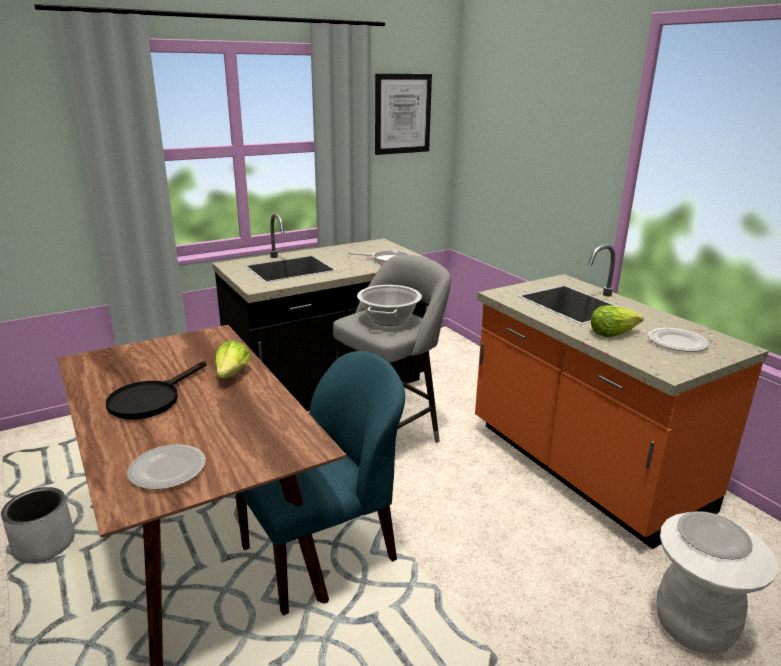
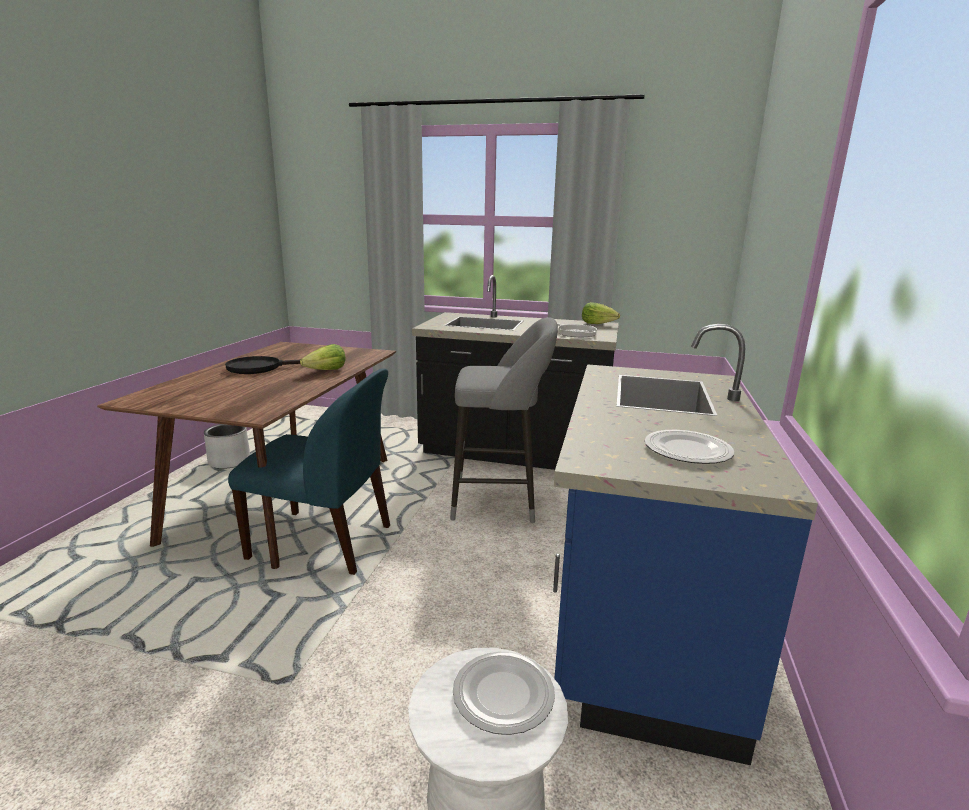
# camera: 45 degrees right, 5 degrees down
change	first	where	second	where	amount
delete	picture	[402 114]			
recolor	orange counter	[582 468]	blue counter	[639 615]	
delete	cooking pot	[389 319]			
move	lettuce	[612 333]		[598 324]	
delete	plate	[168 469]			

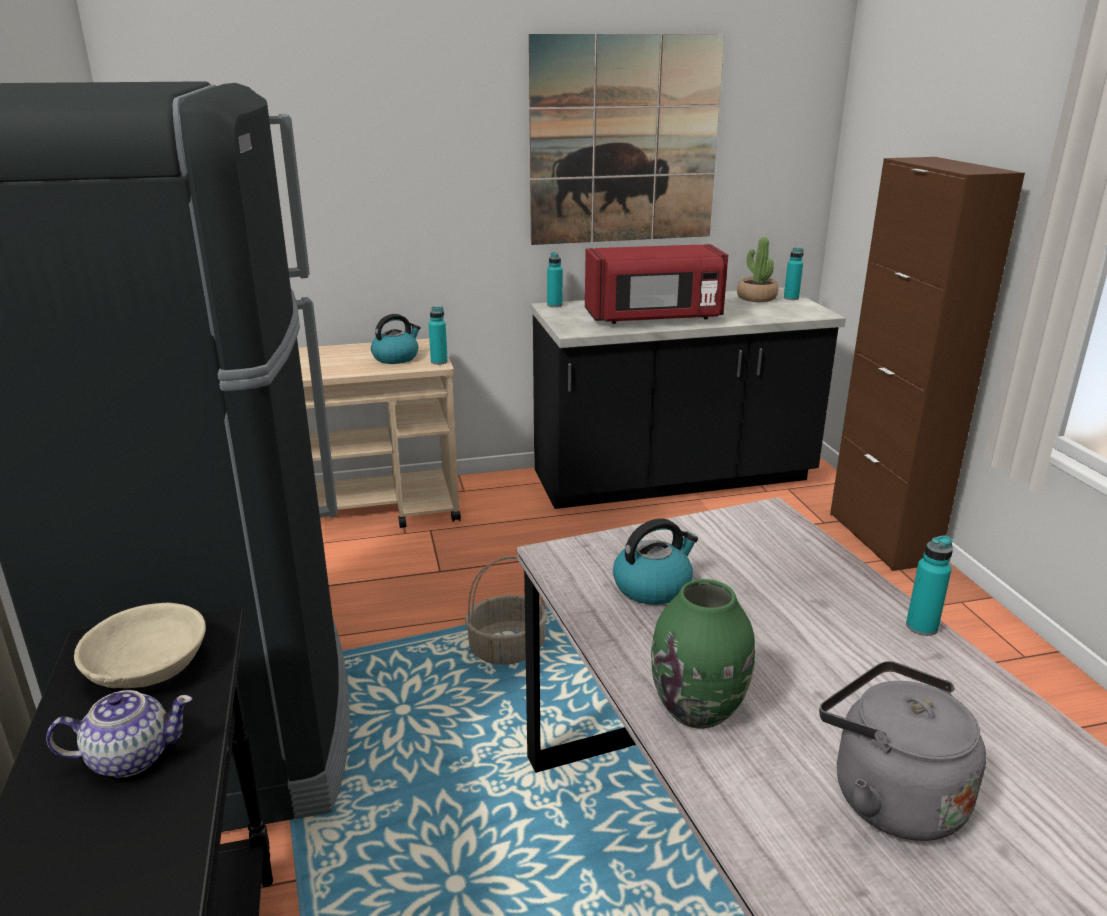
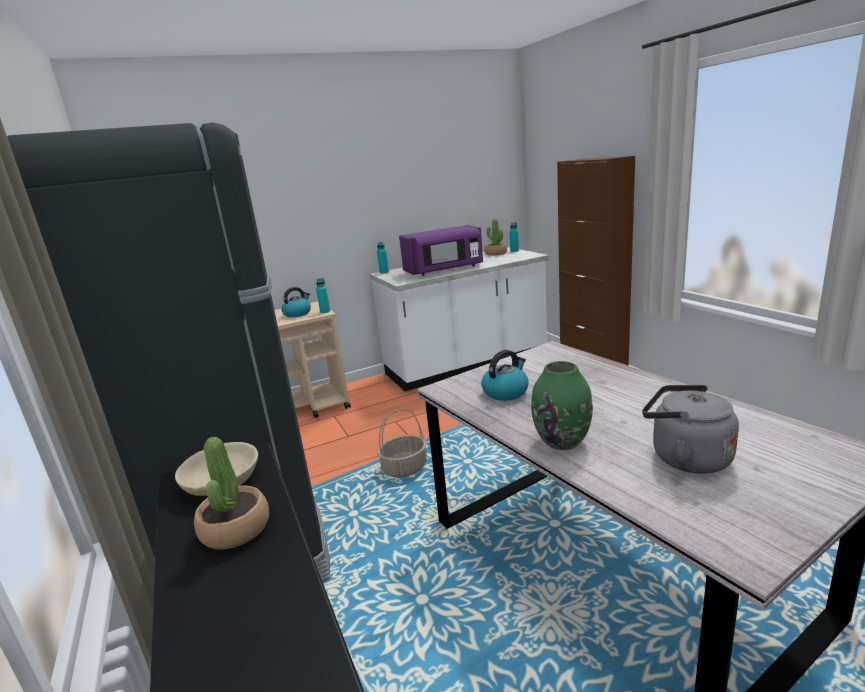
# camera: 10 degrees left, 5 degrees down
change	first	where	second	where	amount
delete	picture	[624 141]			
recolor	red microwave	[654 318]	purple microwave	[444 269]	
recolor	black counter	[673 479]	white counter	[467 364]	
delete	turquoise bottle	[921 627]			
replace	teapot	[130 757]	potted plant	[235 529]	

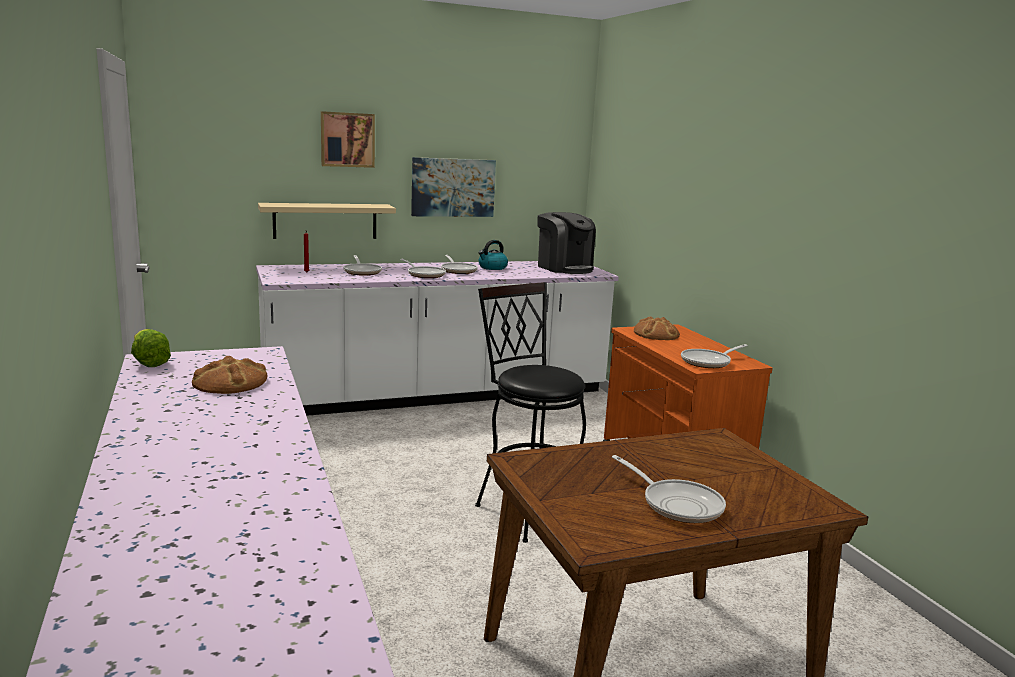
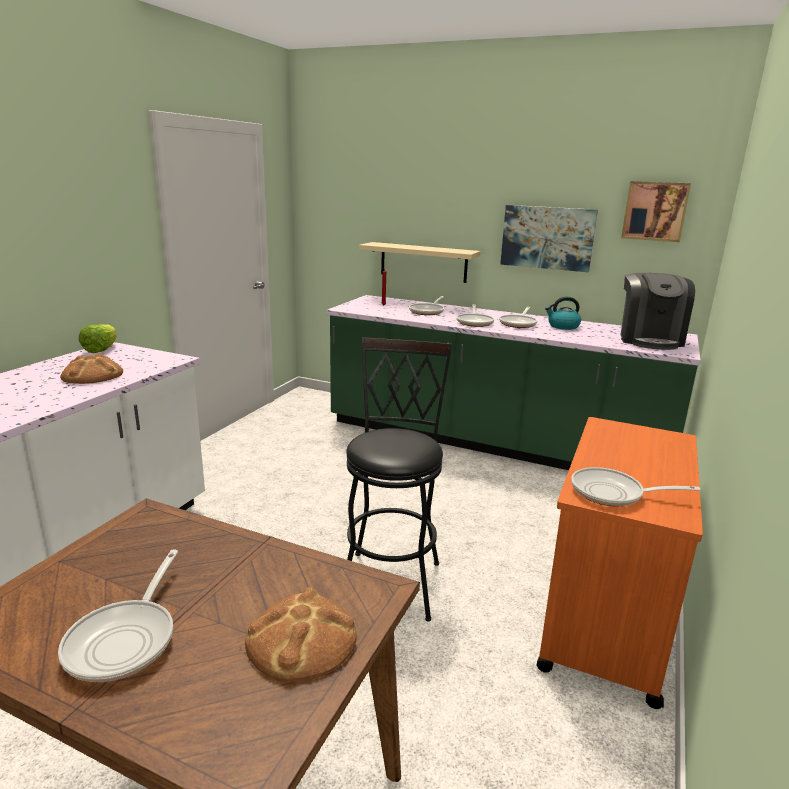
# camera: 45 degrees right, 5 degrees up
change	first	where	second	where	amount
move	picture	[347 139]		[655 211]	
recolor	white counter	[438 395]	green counter	[492 442]	
move	bread	[656 334]		[301 640]	

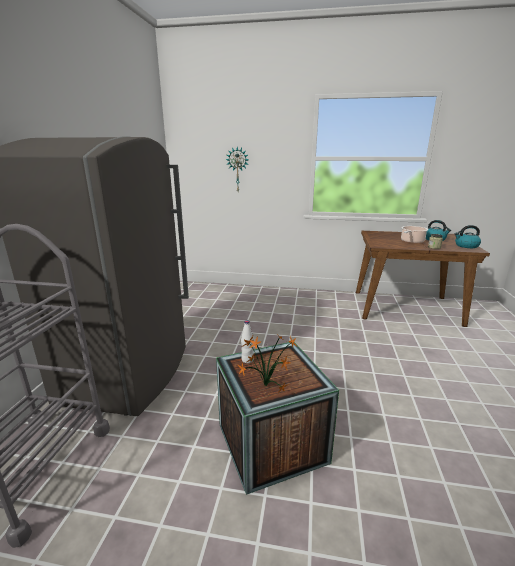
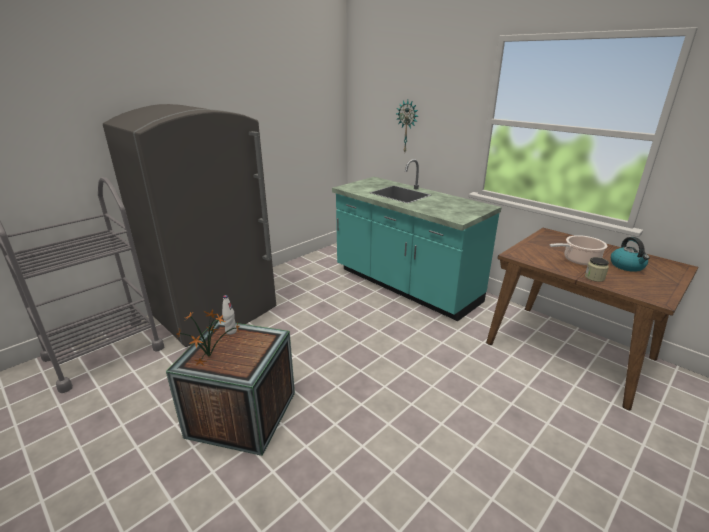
# camera: 35 degrees right, 5 degrees up
change	first	where	second	where	amount
delete	kettle	[466 246]			
insert			turquoise counter	[405 286]	

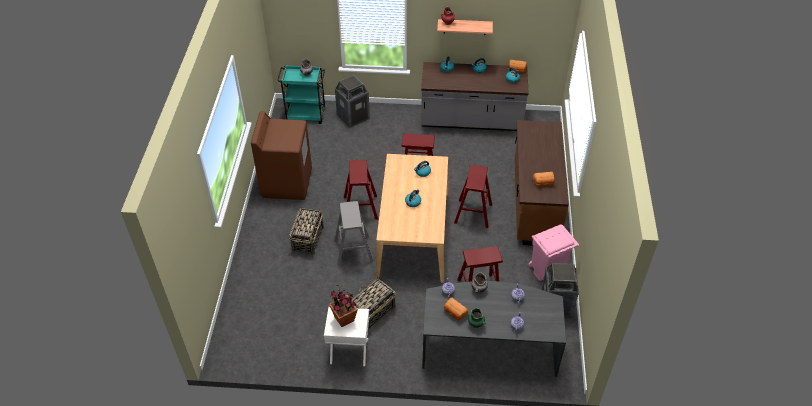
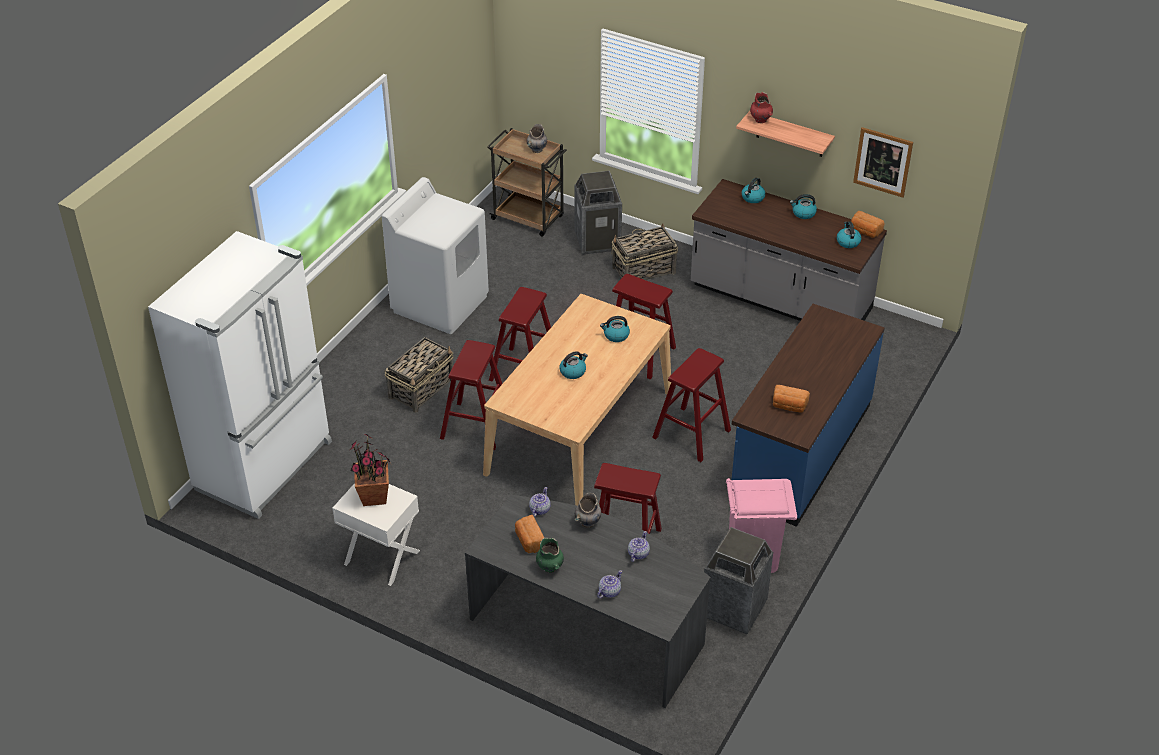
# camera: 25 degrees right, 5 degrees down
change	first	where	second	where	amount
recolor	turquoise cart	[306 115]	brown cart	[529 218]	
recolor	brown washing machine	[287 183]	white washing machine	[440 303]	
recolor	brown counter	[534 203]	blue counter	[800 451]	
recolor	grey stool	[353 250]	red stool	[476 425]	
move	basket	[372 312]		[643 270]	
insert			picture	[883 162]	
insert			white fridge	[266 466]	

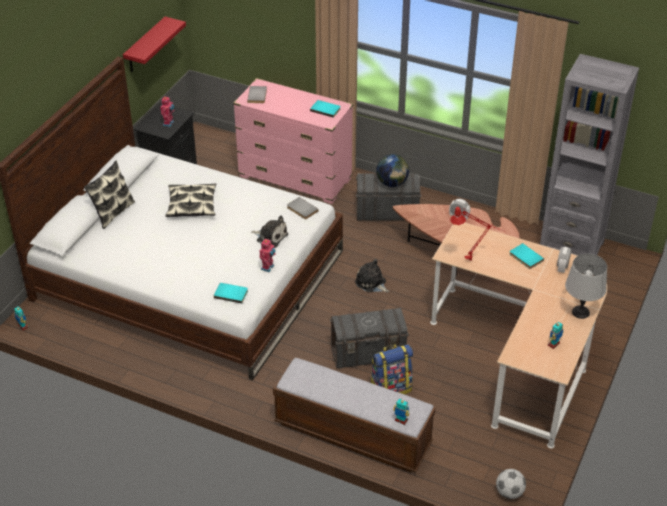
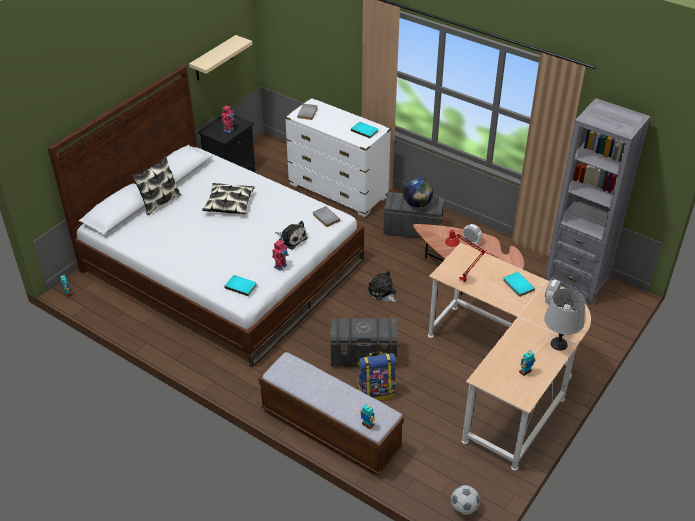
# camera: 10 degrees right, 0 degrees up
change	first	where	second	where	amount
recolor	red shelf	[145 46]	beige shelf	[213 59]	
recolor	pink dresser	[295 178]	white dresser	[338 191]	

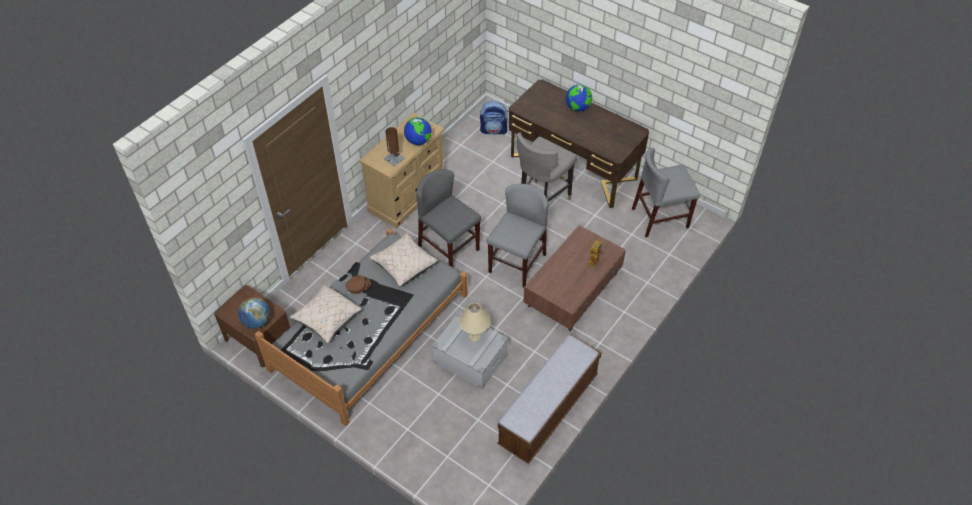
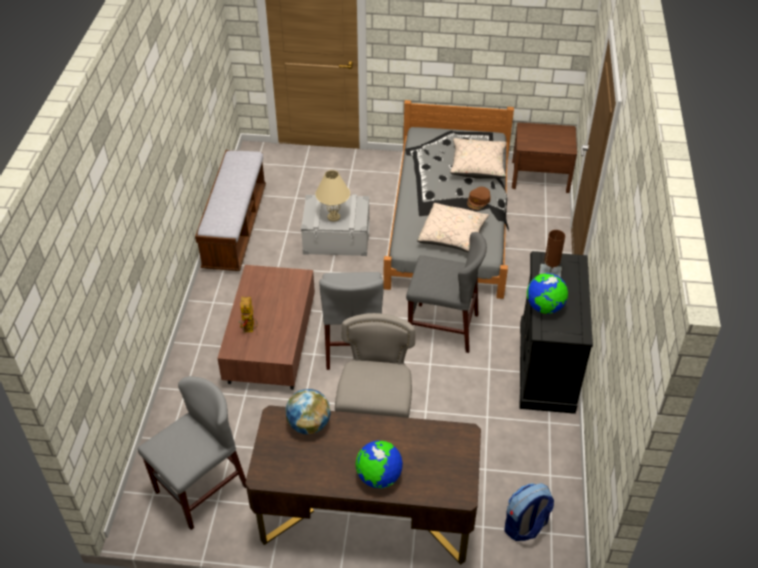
# camera: 150 degrees right, 5 degrees down
change	first	where	second	where	amount
recolor	beige dresser	[407 196]	black dresser	[546 366]	
move	globe	[257 322]		[309 424]	

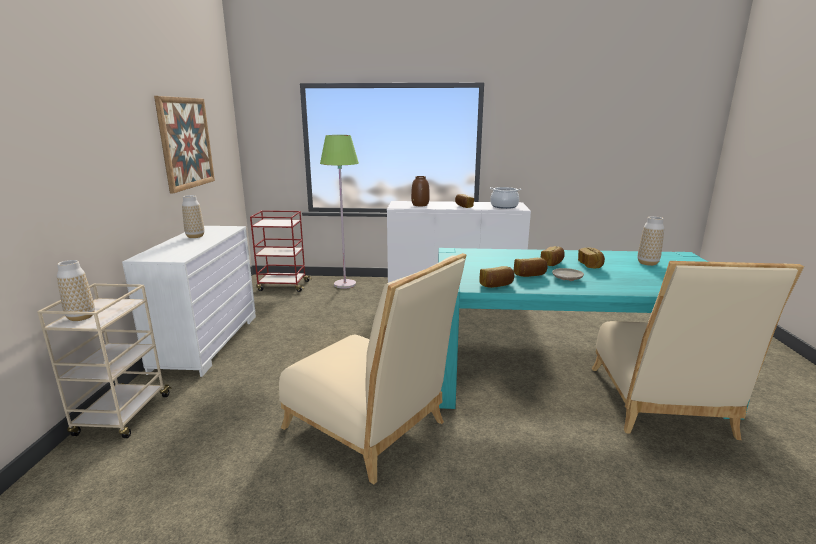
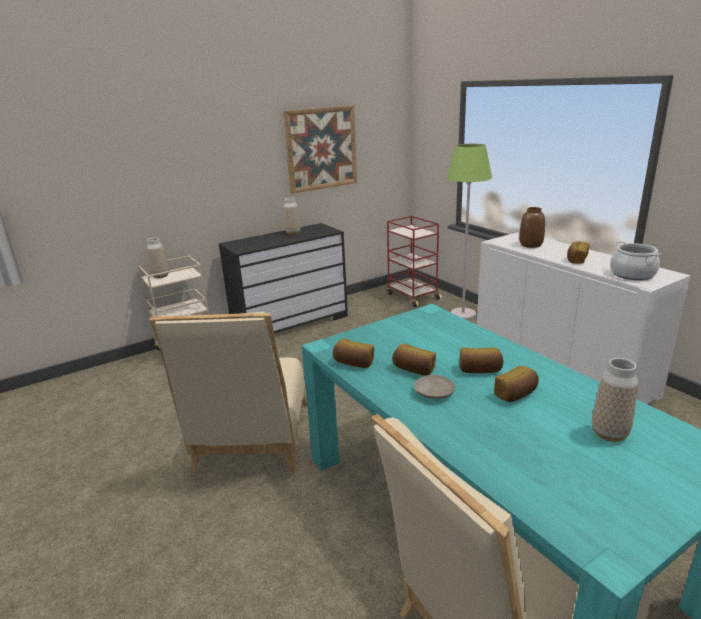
# camera: 55 degrees right, 5 degrees up
change	first	where	second	where	amount
recolor	white dresser	[206 342]	black dresser	[290 322]	

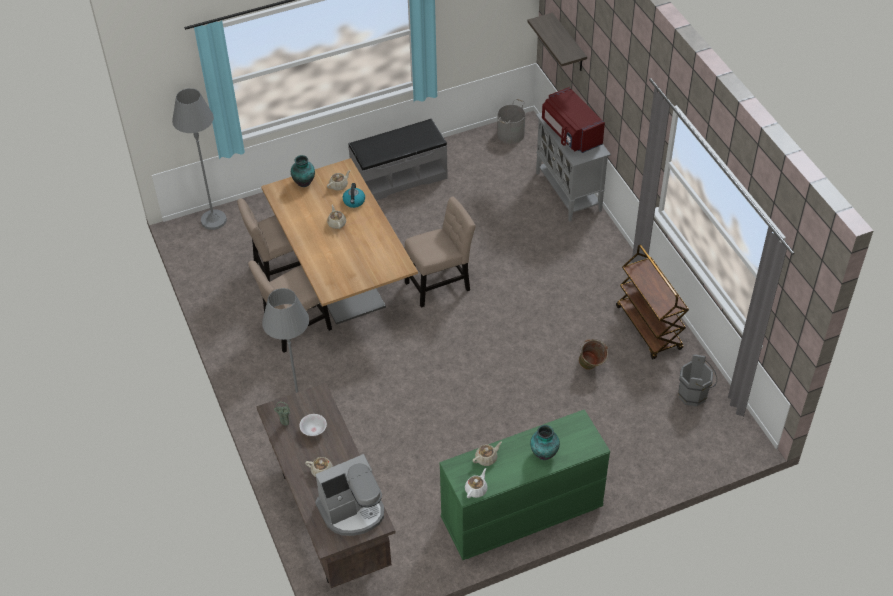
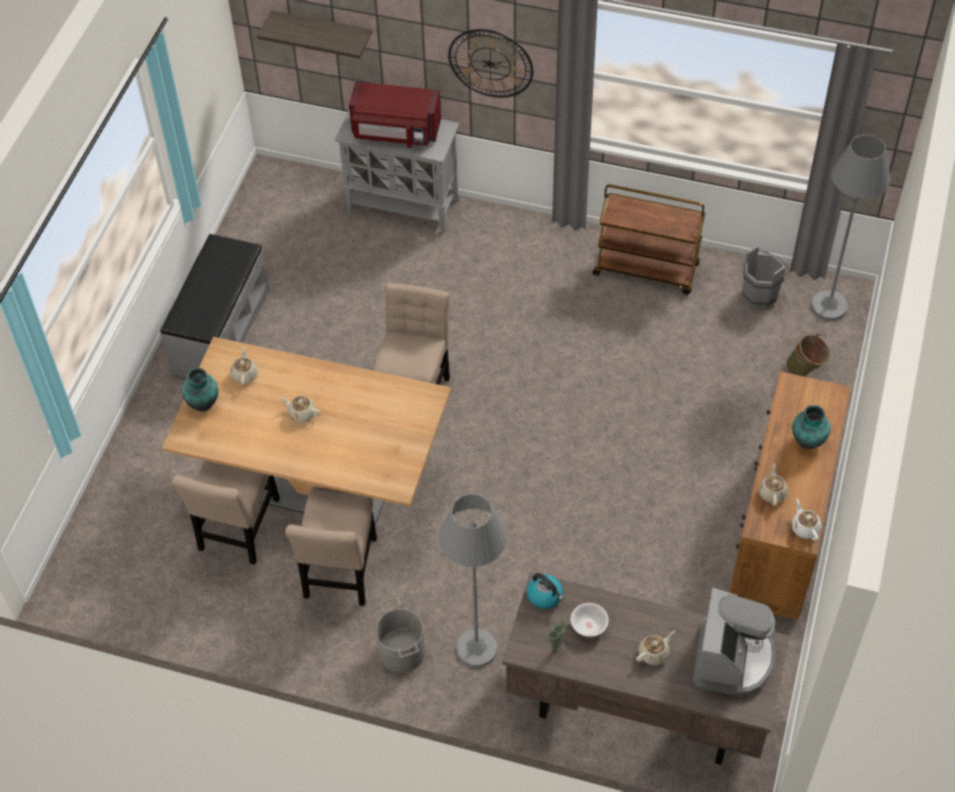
# camera: 50 degrees left, 5 degrees up
change	first	where	second	where	amount
move	grey floor lamp	[213 220]		[829 306]	
move	grey bucket	[511 134]		[402 651]	
move	kettle	[354 201]		[545 596]	
move	green bucket	[591 368]		[805 371]	
recolor	green dresser	[520 514]	brown dresser	[779 532]	
insert			wall clock	[490 63]	

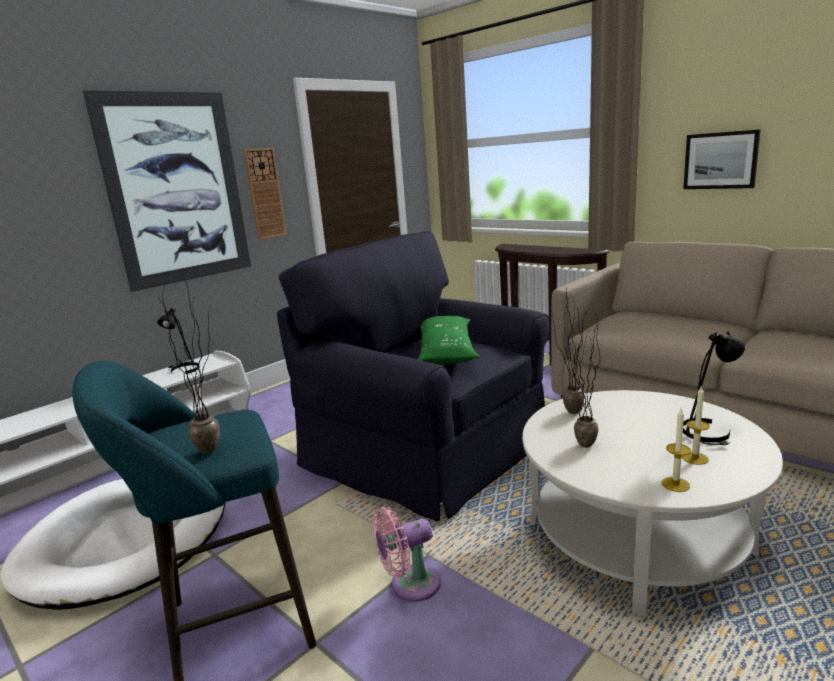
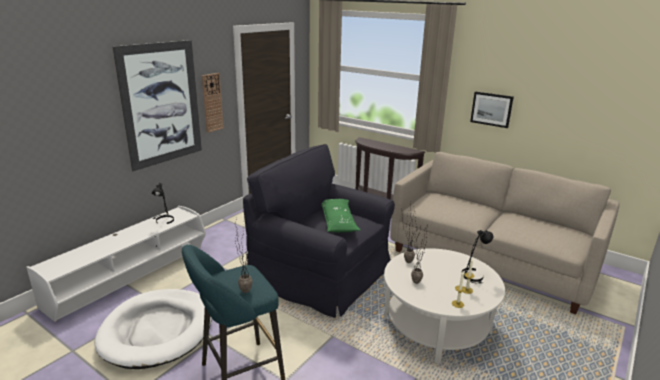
# camera: 10 degrees left, 5 degrees up
change	first	where	second	where	amount
delete	pink fan	[410 585]			

